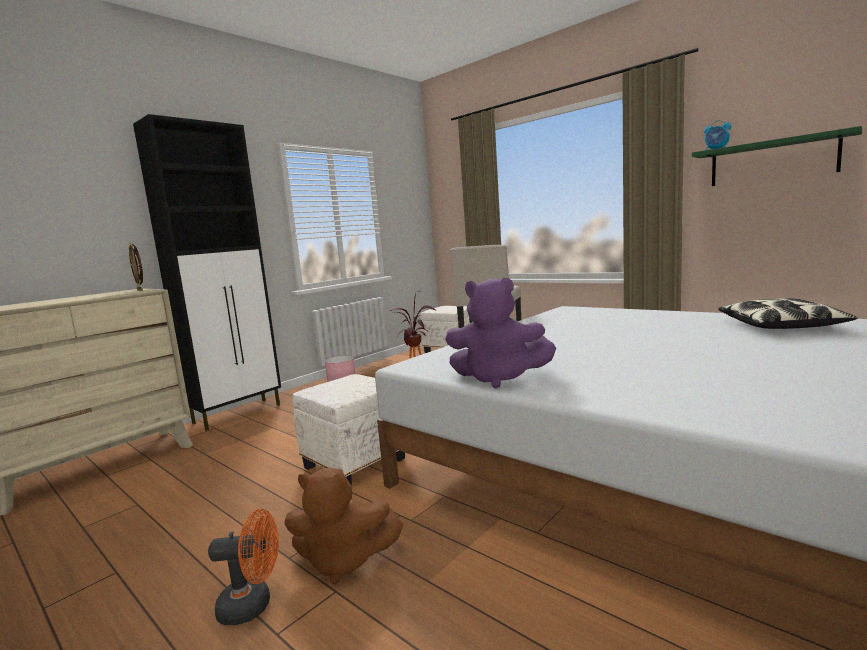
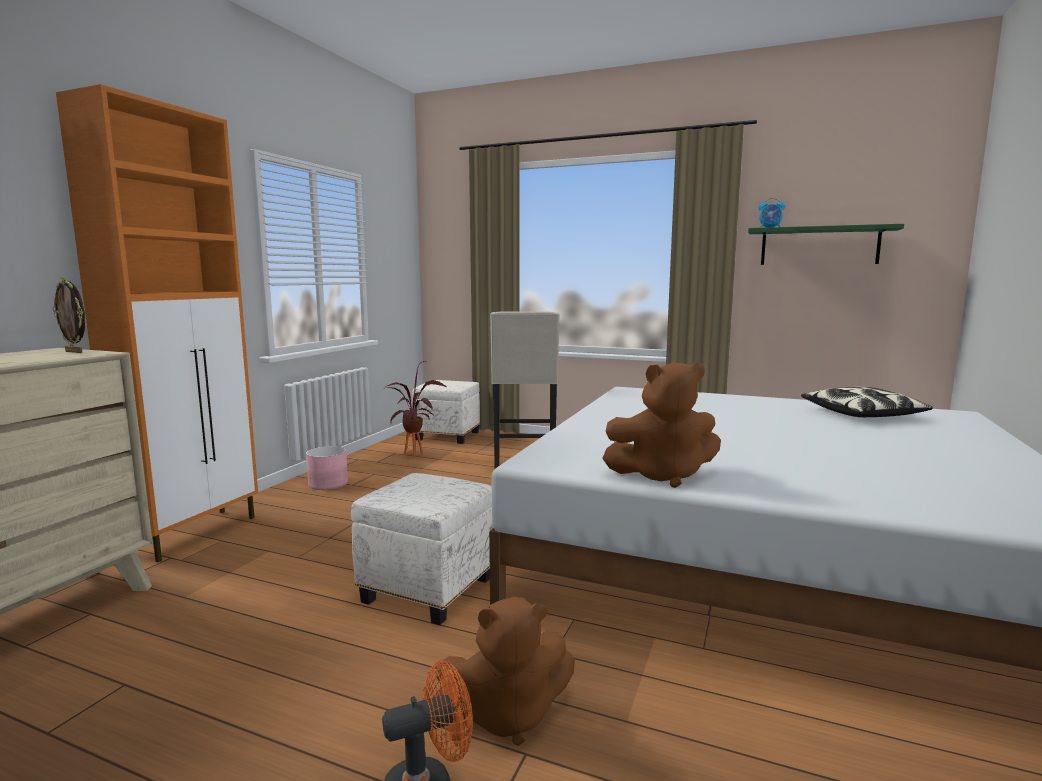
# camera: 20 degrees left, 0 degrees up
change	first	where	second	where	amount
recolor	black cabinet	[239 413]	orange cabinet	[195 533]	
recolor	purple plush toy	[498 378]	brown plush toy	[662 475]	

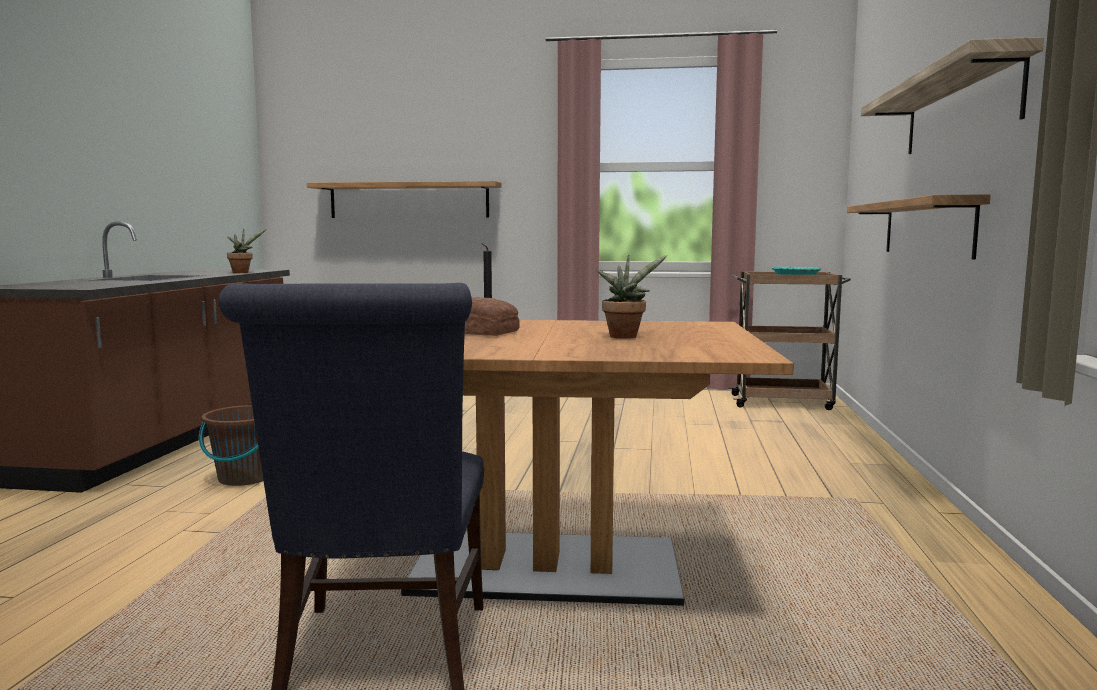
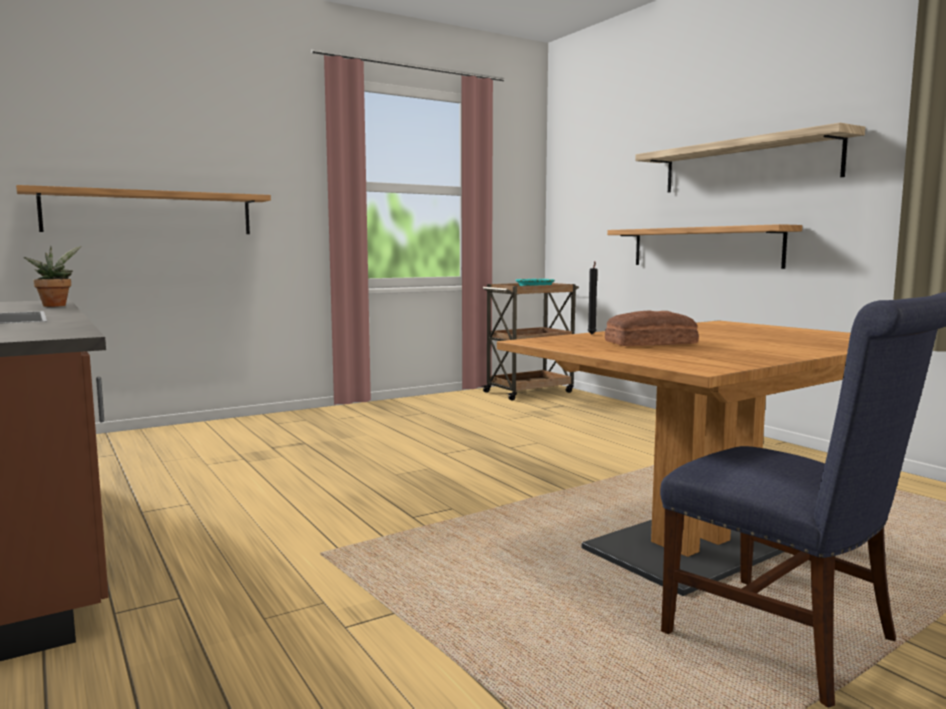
# camera: 40 degrees left, 0 degrees up
change	first	where	second	where	amount
delete	potted plant	[625 336]			
delete	brown bucket	[244 478]			

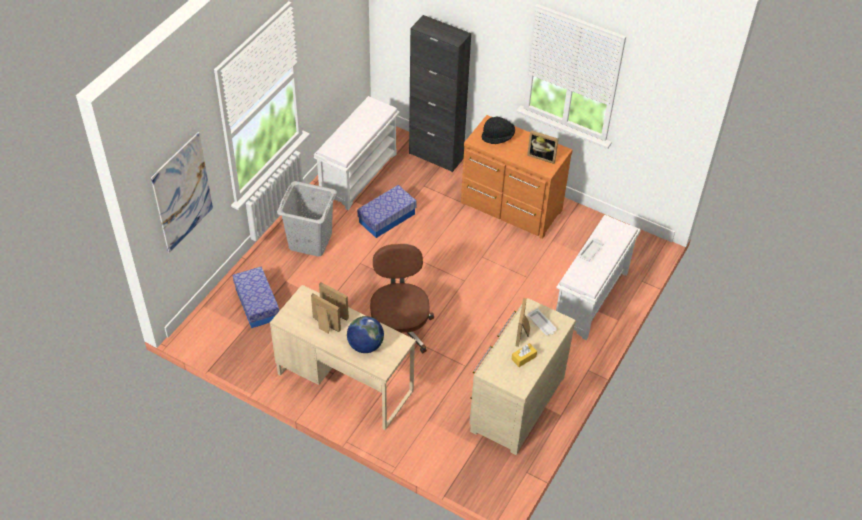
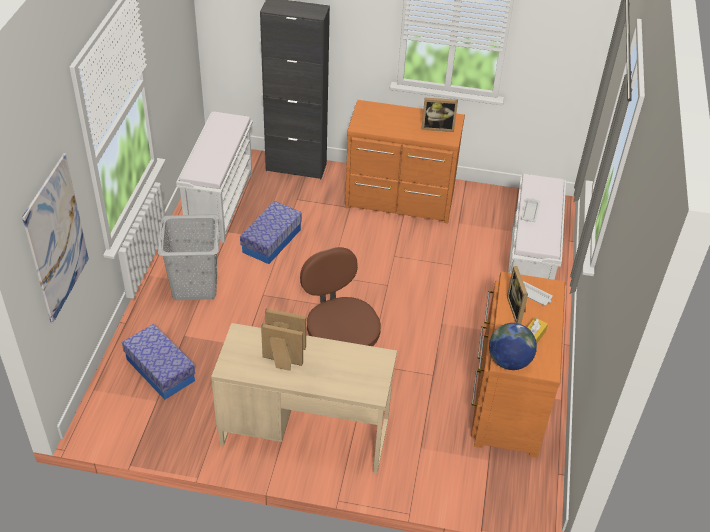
# camera: 20 degrees left, 5 degrees down
change	first	where	second	where	amount
delete	black hat	[498 137]			
recolor	beige dresser	[514 403]	orange dresser	[506 401]	
move	globe	[365 345]		[509 361]	

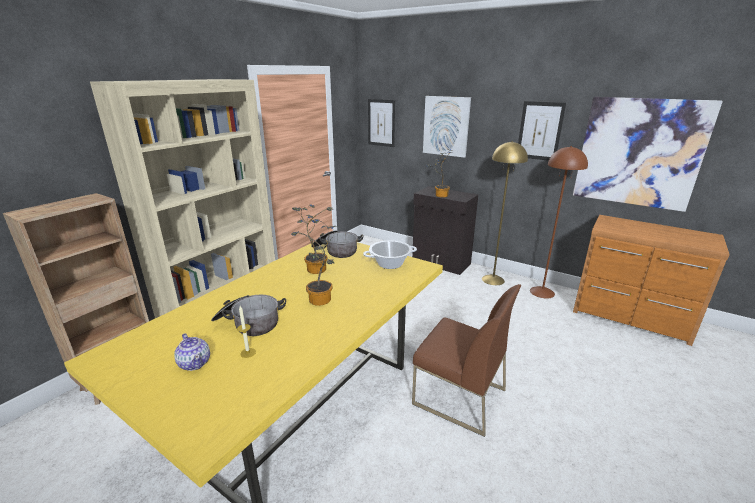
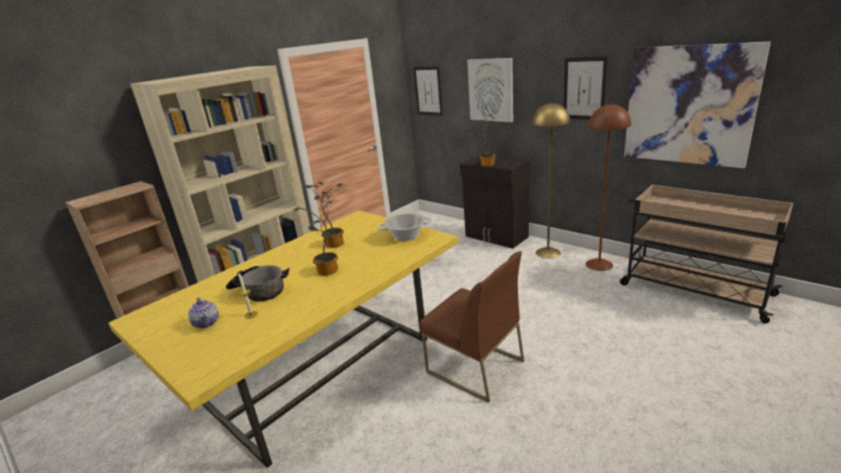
# camera: 10 degrees right, 0 degrees up
change	first	where	second	where	amount
replace	brown dresser	[631 317]	beige cart	[692 289]	
delete	cooking pot	[336 251]			

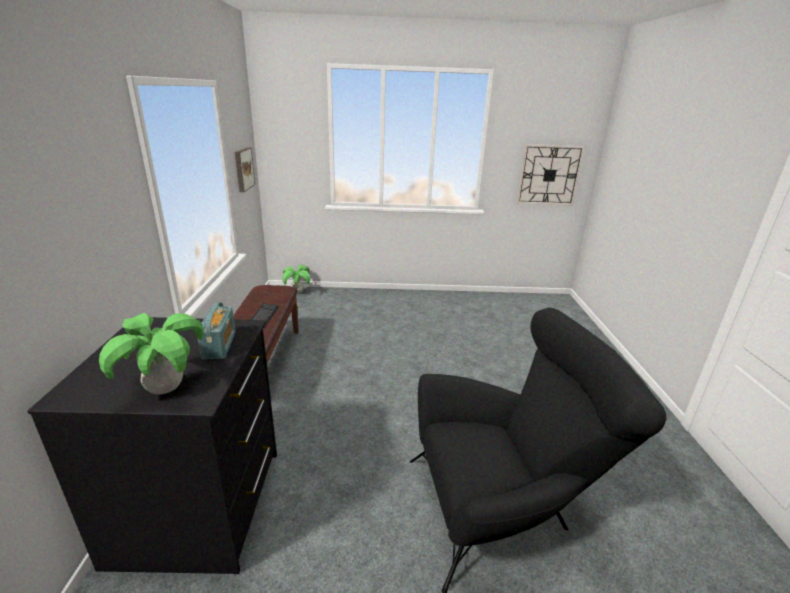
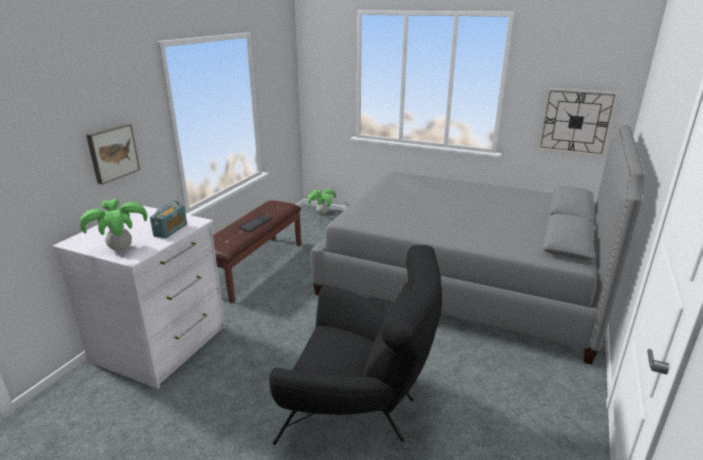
# camera: 25 degrees right, 0 degrees up
change	first	where	second	where	amount
move	picture	[243 169]		[112 153]	
recolor	black dresser	[202 505]	white dresser	[161 345]	
insert			grey bed	[462 279]	

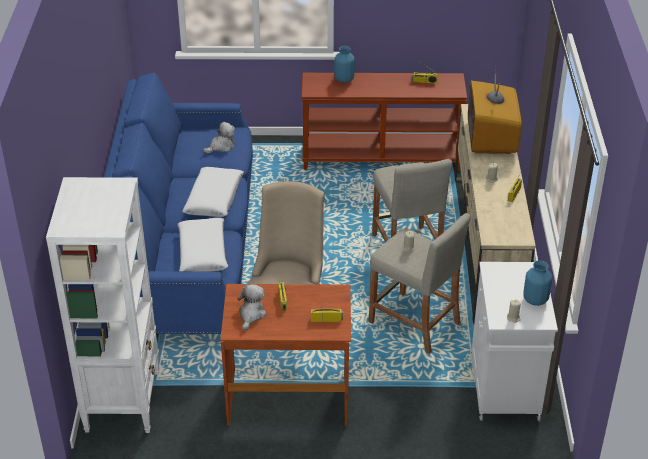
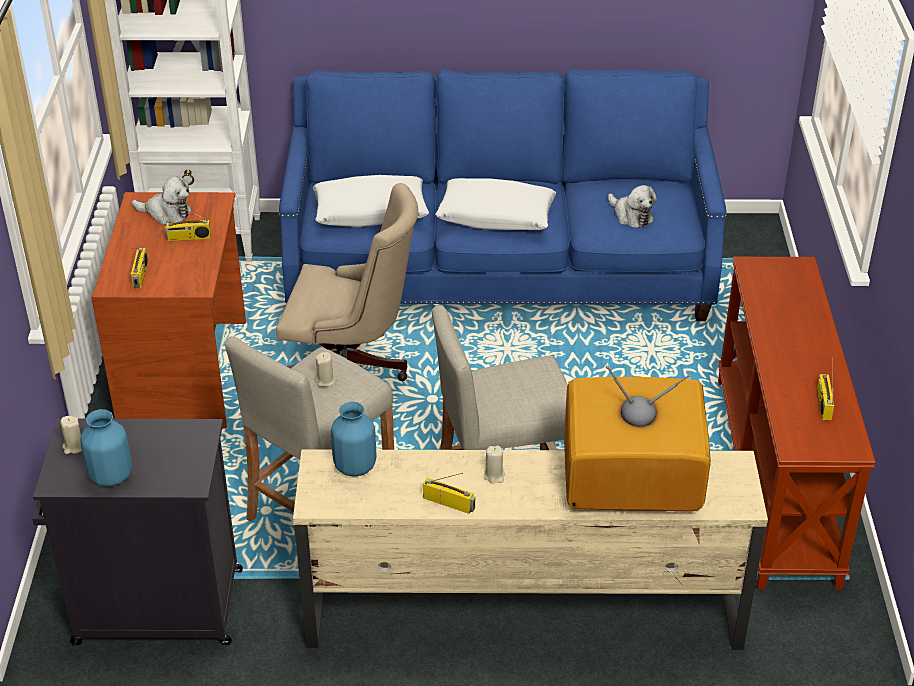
# camera: 90 degrees right, 0 degrees up
change	first	where	second	where	amount
move	blue vase	[344 79]		[354 466]	
recolor	white cabinet	[505 388]	black cabinet	[155 607]	

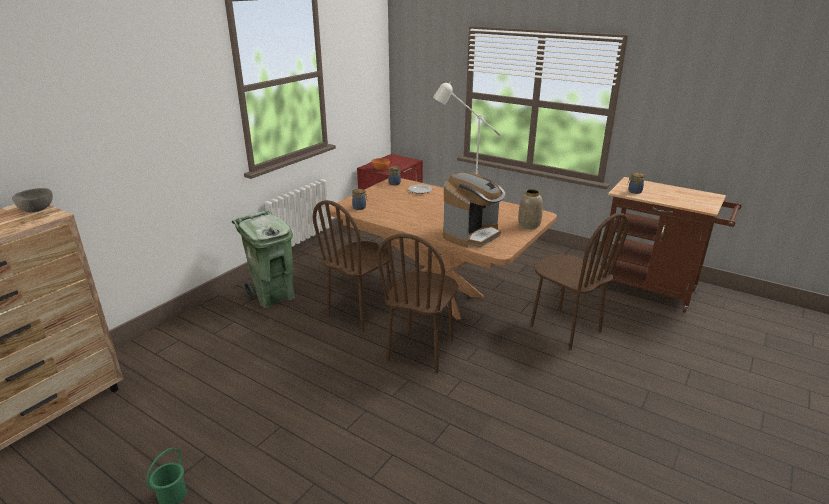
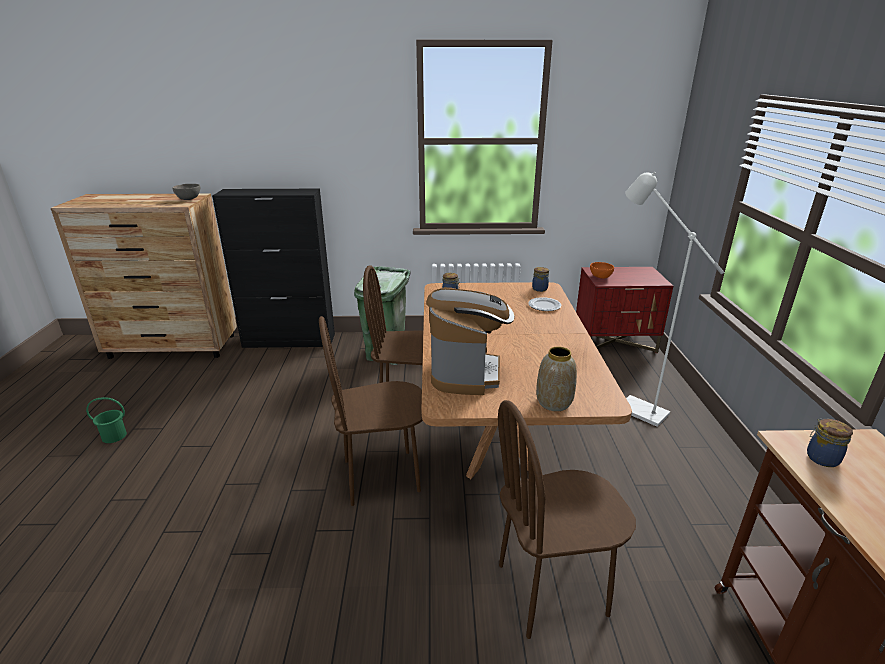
# camera: 55 degrees right, 0 degrees up
change	first	where	second	where	amount
rotate	coffee machine	[472 235]		[466 373]	90 degrees counterclockwise
rotate	brown chair	[565 329]		[552 590]	60 degrees clockwise
insert			black cabinet	[289 340]	

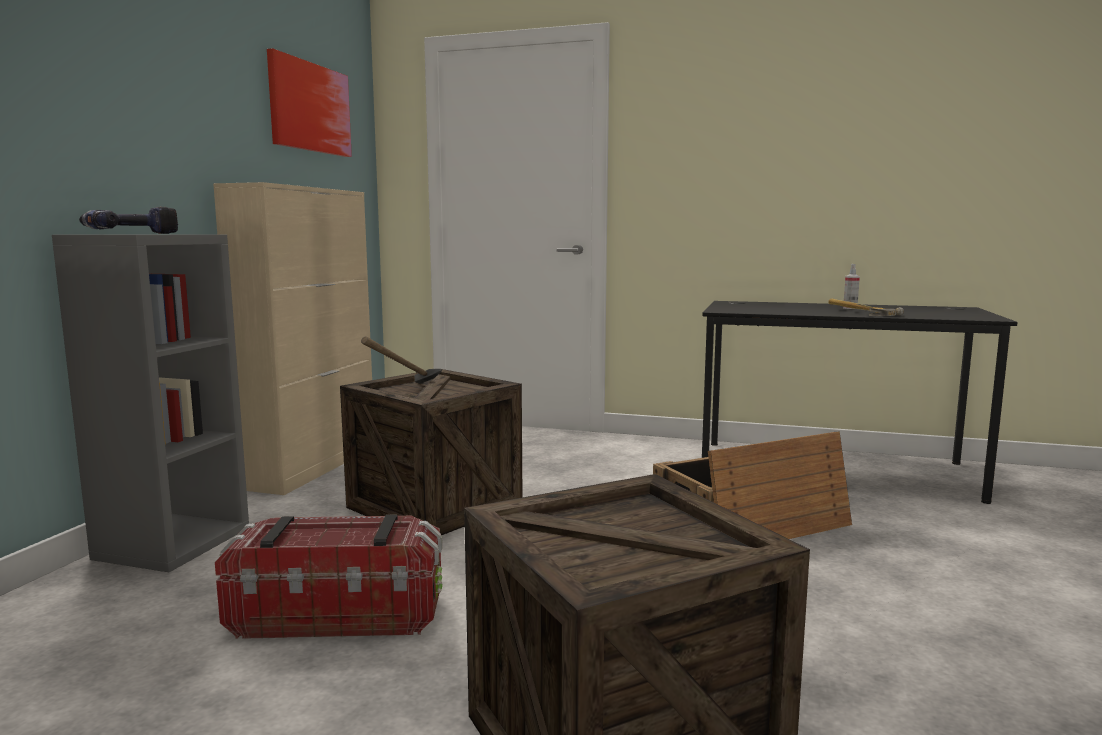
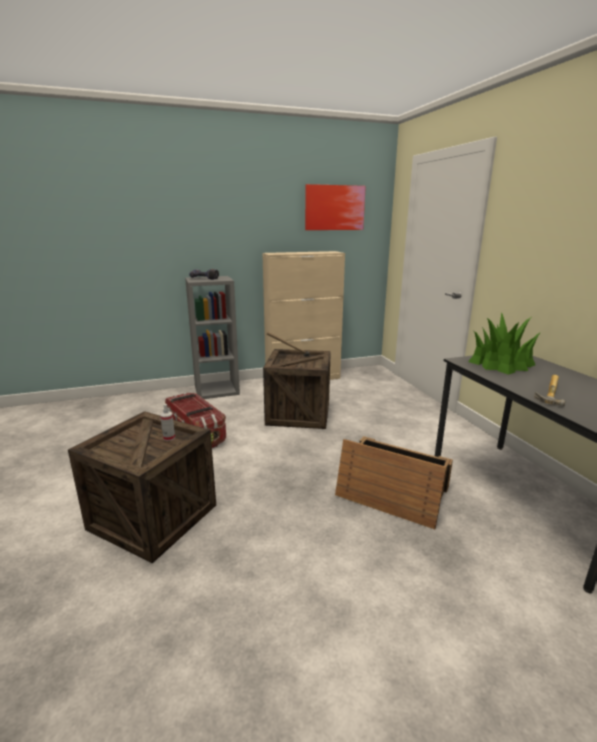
# camera: 55 degrees right, 10 degrees up
change	first	where	second	where	amount
move	spray bottle	[850 308]		[169 438]	
insert			potted plant	[501 363]	

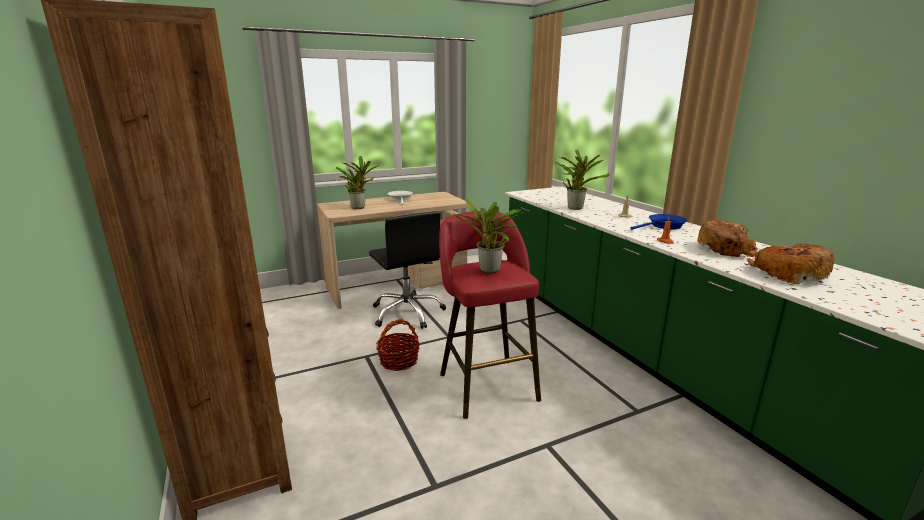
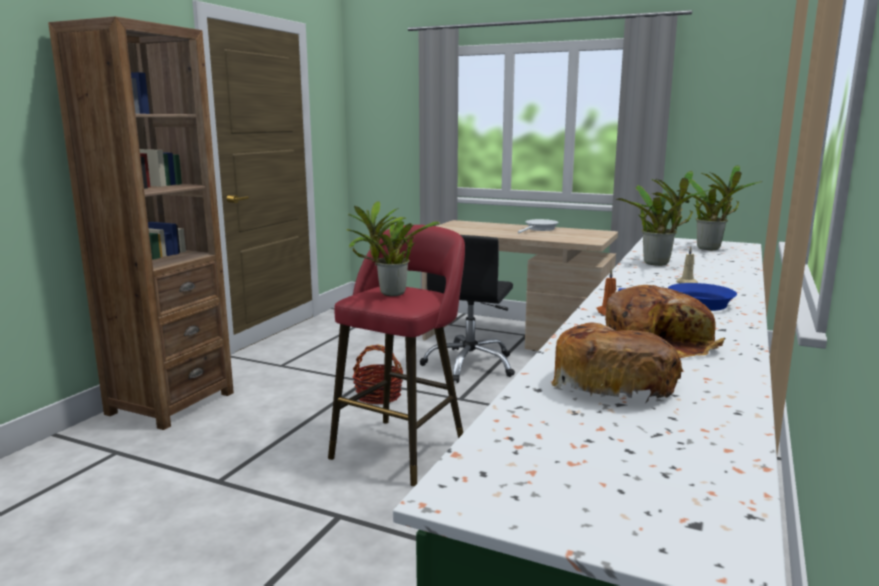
# camera: 50 degrees right, 5 degrees down
change	first	where	second	where	amount
move	potted plant	[359 207]		[711 248]	

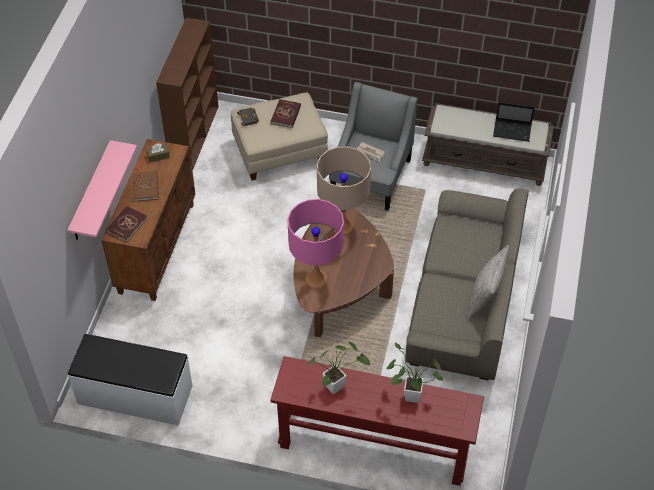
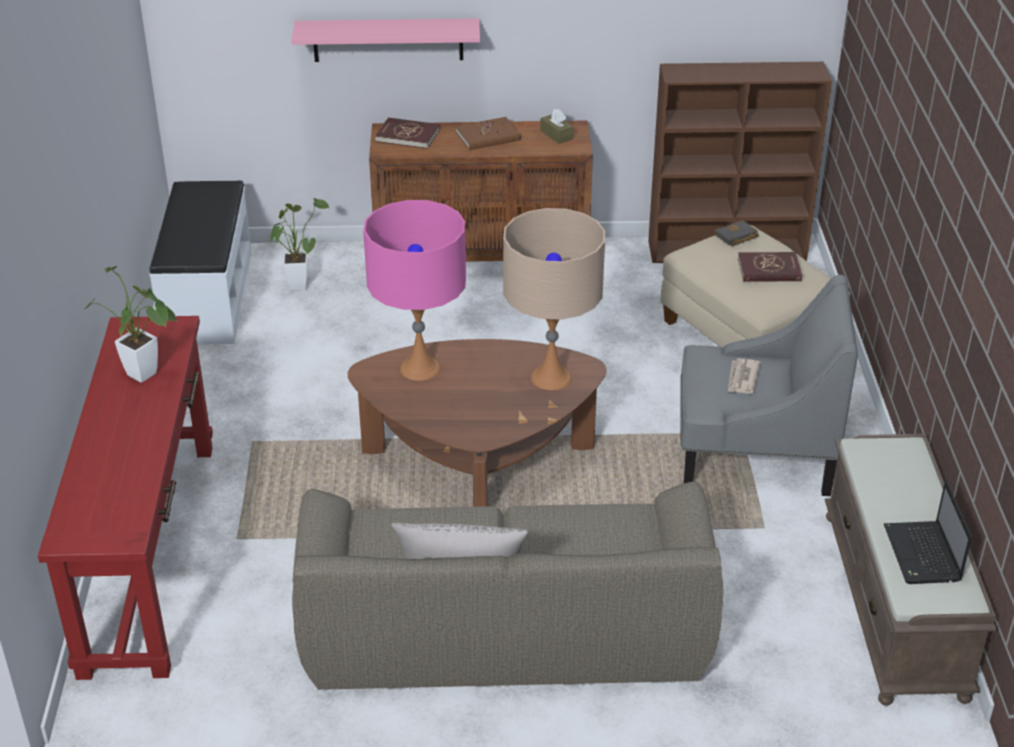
# camera: 75 degrees right, 15 degrees down
change	first	where	second	where	amount
move	potted plant	[408 396]		[298 283]	

